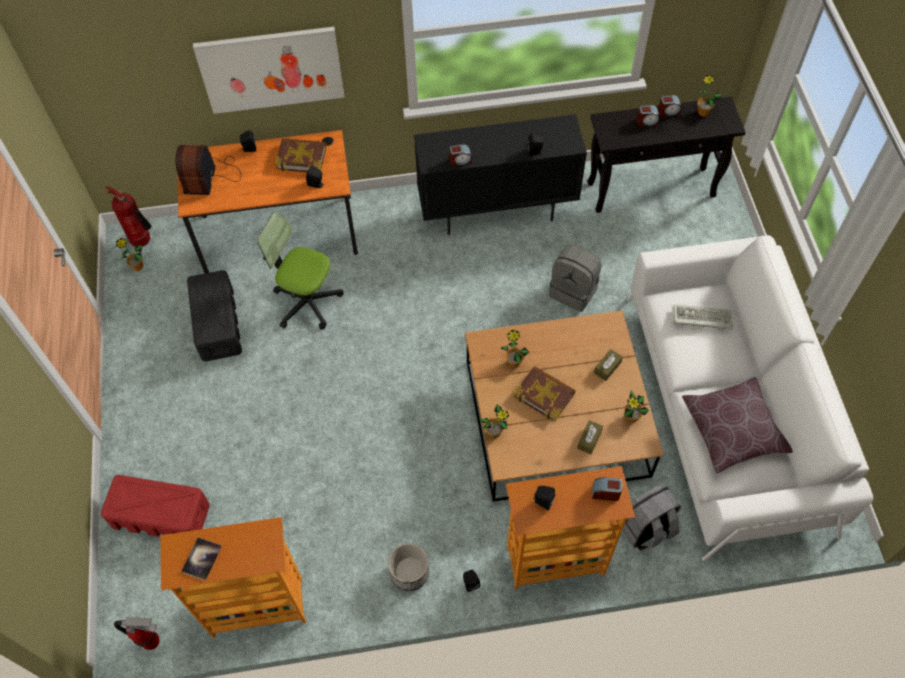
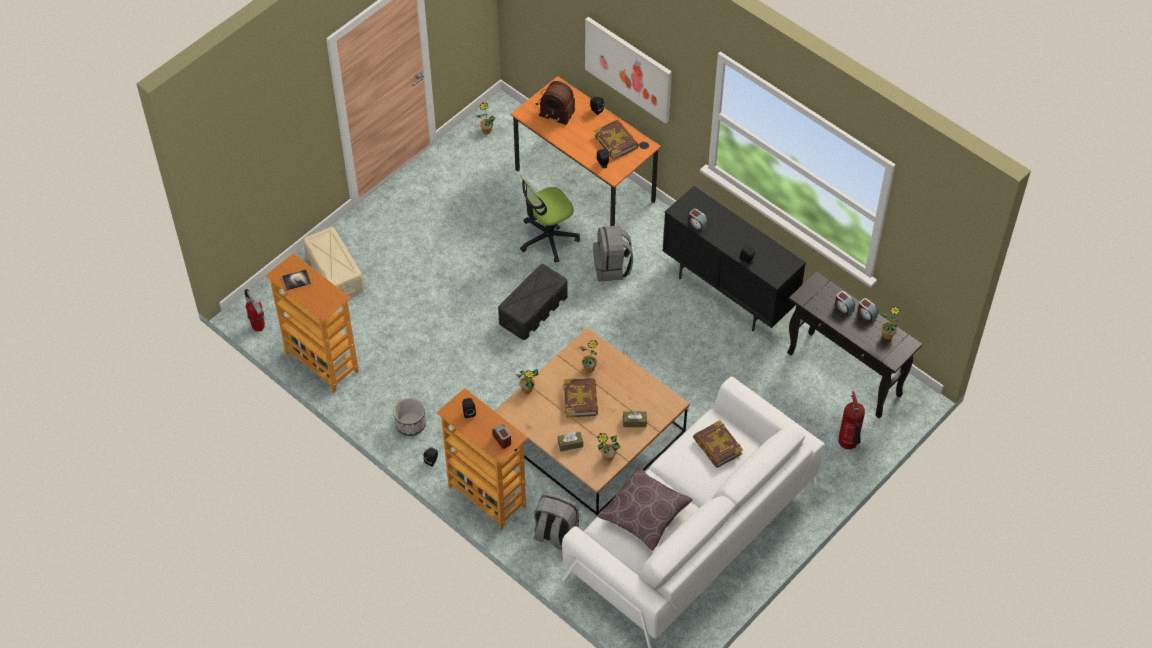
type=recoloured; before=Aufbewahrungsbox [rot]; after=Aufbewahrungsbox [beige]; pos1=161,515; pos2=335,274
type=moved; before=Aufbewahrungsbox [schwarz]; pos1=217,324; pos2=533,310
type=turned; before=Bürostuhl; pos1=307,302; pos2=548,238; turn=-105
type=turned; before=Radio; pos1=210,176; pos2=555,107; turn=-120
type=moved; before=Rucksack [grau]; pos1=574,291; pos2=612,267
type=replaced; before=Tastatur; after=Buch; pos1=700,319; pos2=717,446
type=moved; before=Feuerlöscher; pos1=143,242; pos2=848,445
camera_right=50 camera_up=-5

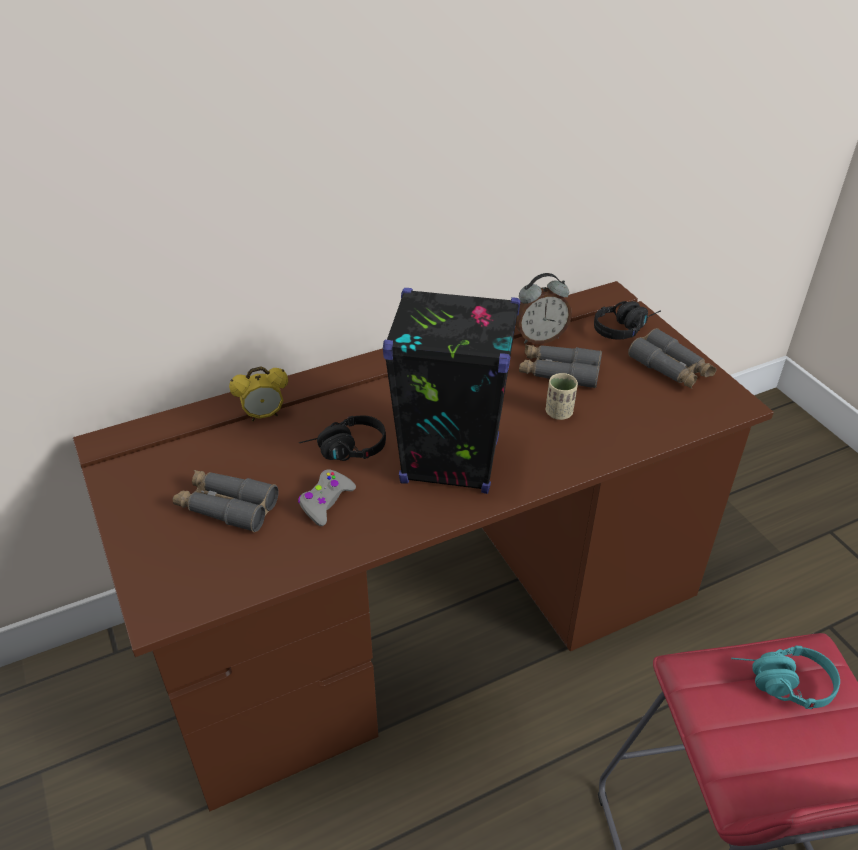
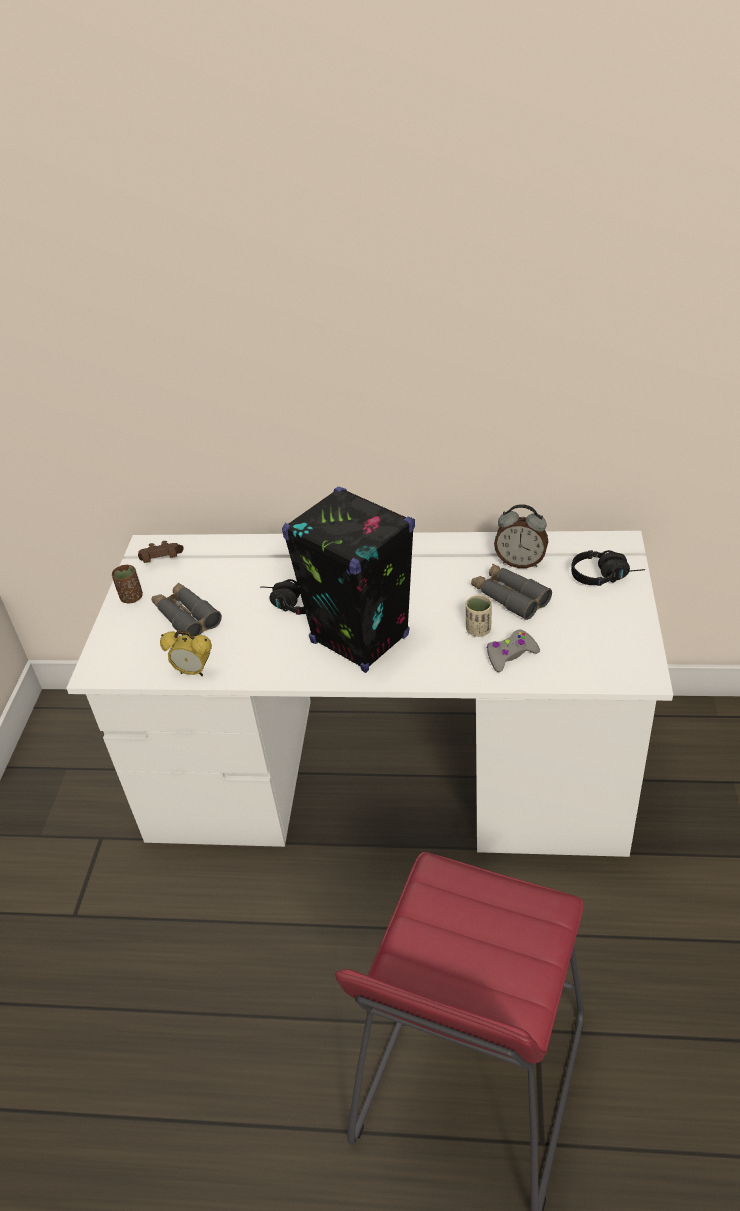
type=recoloured; before=Schreibtisch [braun]; after=Schreibtisch [weiß]; pos1=428,612; pos2=387,772
type=added; after=Tasse [braun]; pos2=131,597
type=added; after=Gamepad [braun]; pos2=161,561
type=moved; before=Wecker; pos1=264,416; pos2=193,671
type=moved; before=Gamepad [grau]; pos1=326,502; pos2=510,655
type=removed; before=Fernglas [grau]; pos1=670,368
type=removed; before=Kopfhörer [türkis]; pos1=780,684
camera_right=35 camera_up=0

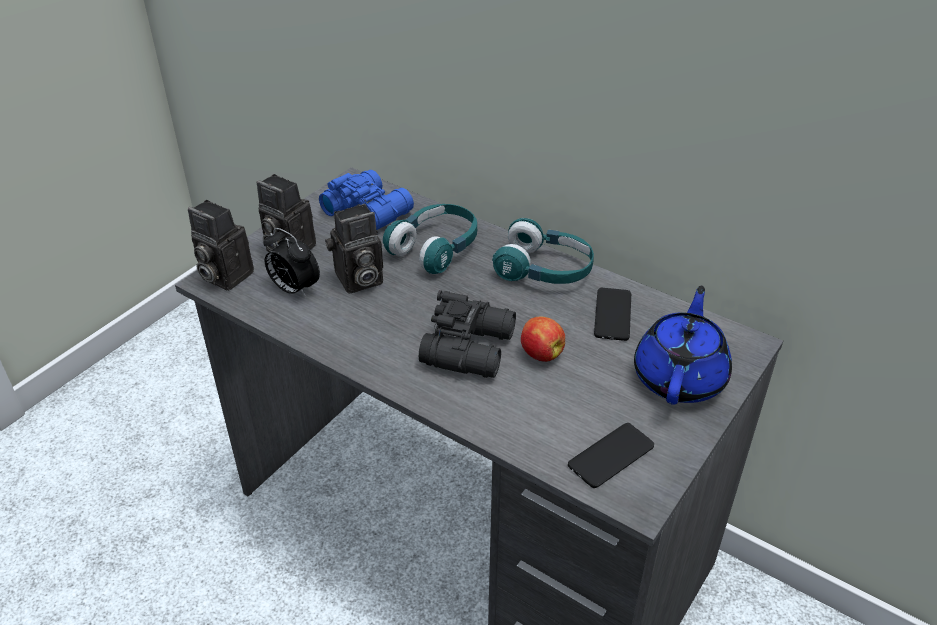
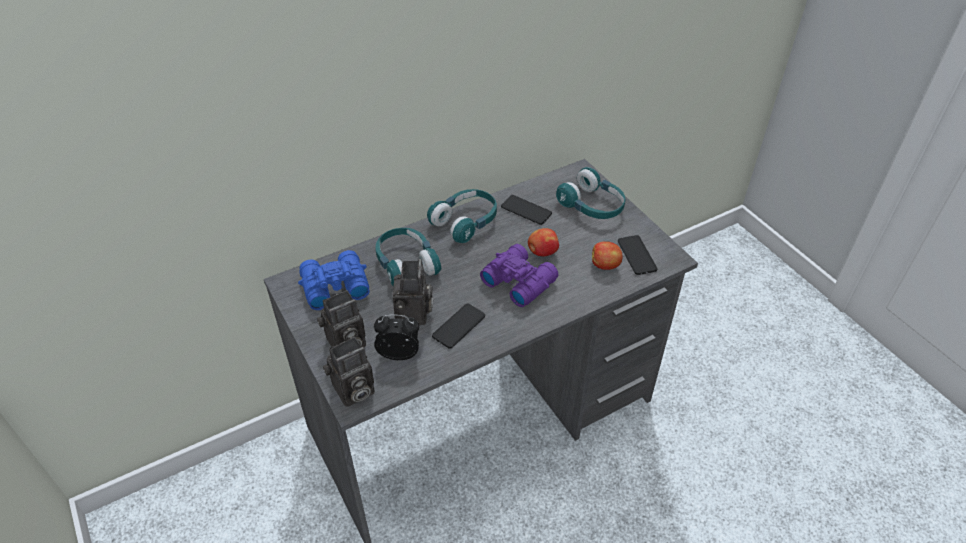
type=turned; before=Wecker; pos1=294,289; pos2=399,353; turn=-150
type=added; after=Handy; pos2=459,326
type=recoloured; before=Fernglas [schwarz]; after=Fernglas [lila]; pos1=471,347; pos2=518,280
type=replaced; before=Teekanne [blau]; after=Kopfhörer [türkis]; pos1=680,377; pos2=592,206
type=added; after=Apfel; pos2=605,265
camera_right=-65 camera_up=5

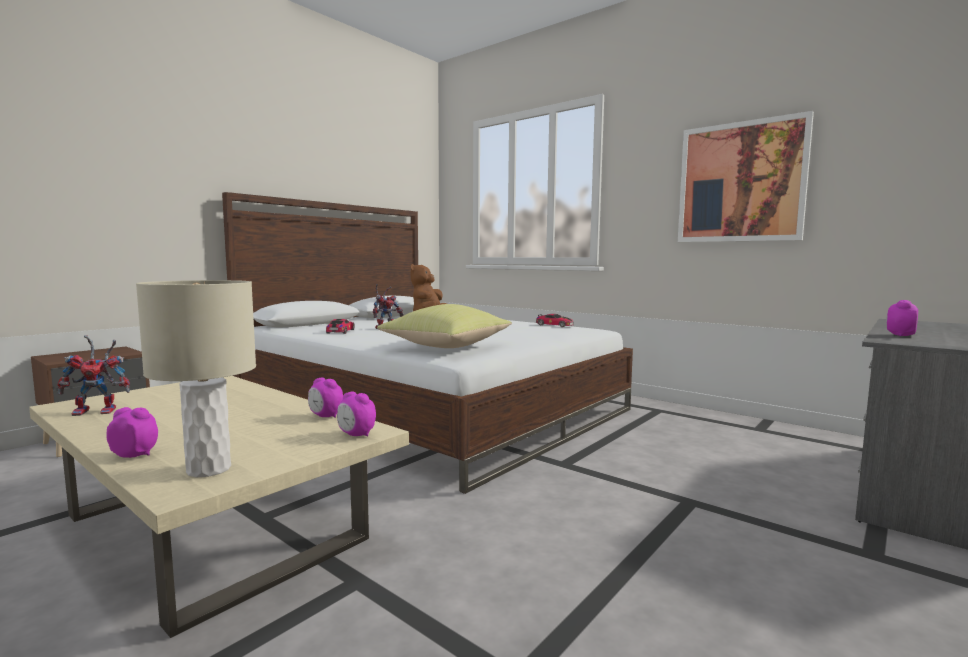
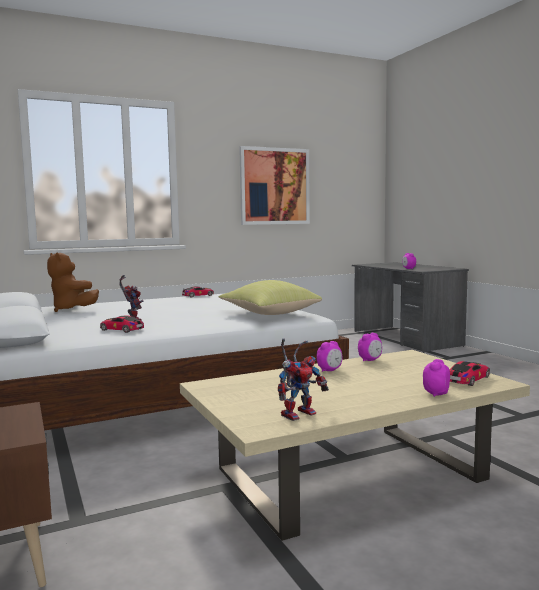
type=turned; before=Spielzeugroboter; pos1=100,411; pos2=299,413; turn=45
type=moved; before=Wecker; pos1=356,435; pos2=329,370
type=replaced; before=Tischlampe [beige]; after=Spielzeugauto; pos1=208,469; pos2=467,379
camera_right=-65 camera_up=0

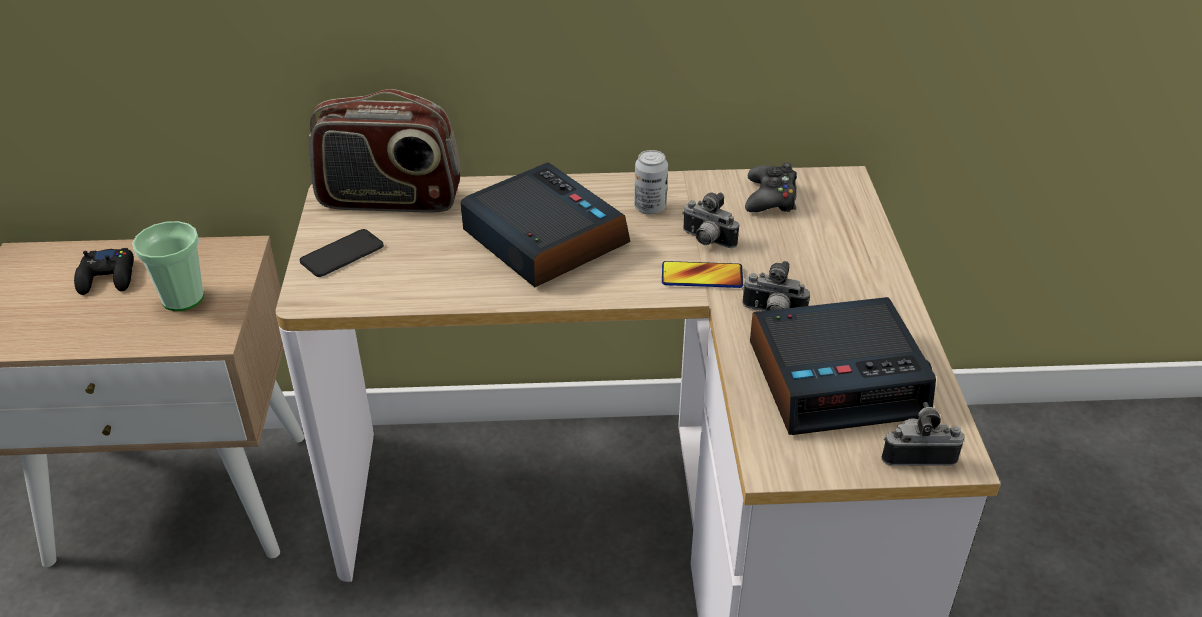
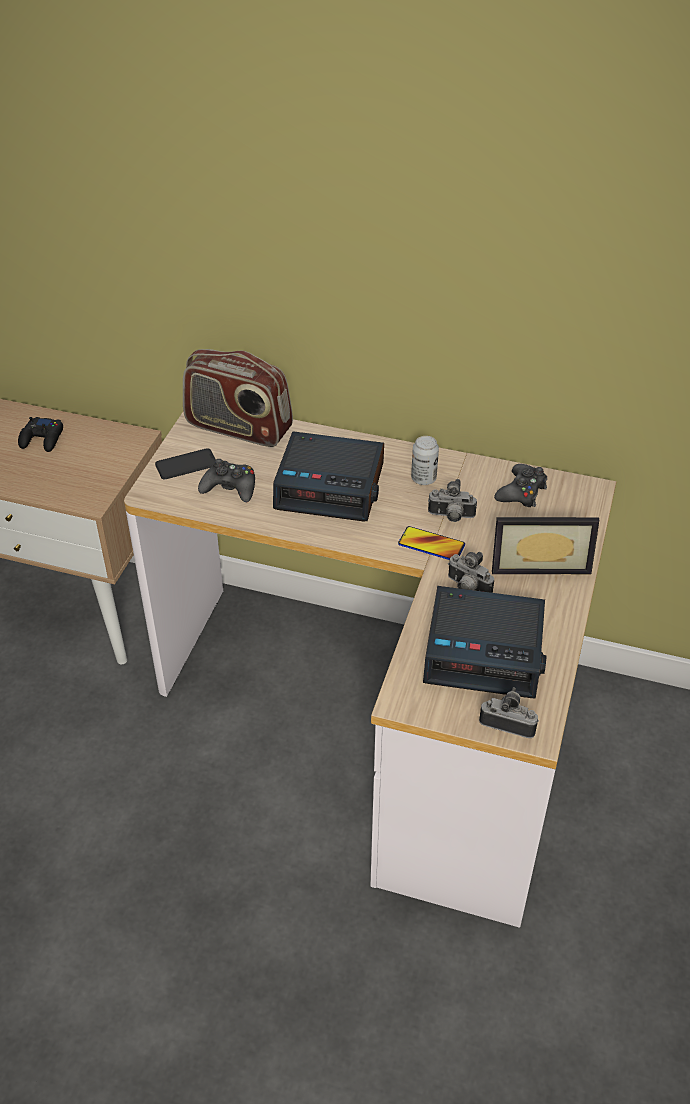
type=added; after=Gamepad [schwarz]; pos2=230,488
type=turned; before=Wecker; pos1=543,239; pos2=331,486; turn=120
type=turned; before=Kamera; pos1=706,241; pos2=451,517; turn=-45
type=added; after=Bilderrahmen; pos2=539,561
type=removed; before=Tasse; pos1=182,298
camera_right=20 camera_up=5

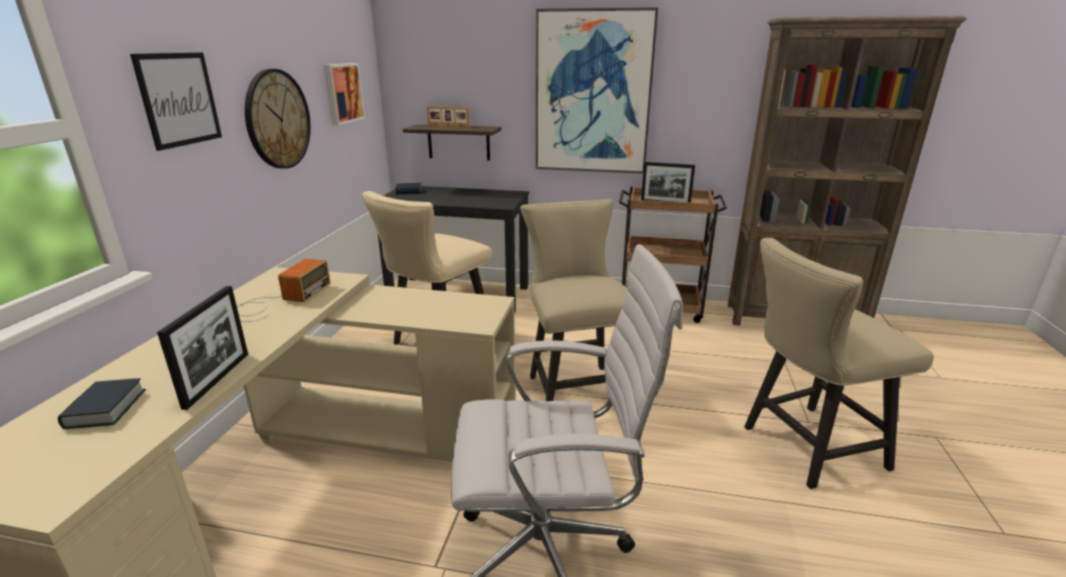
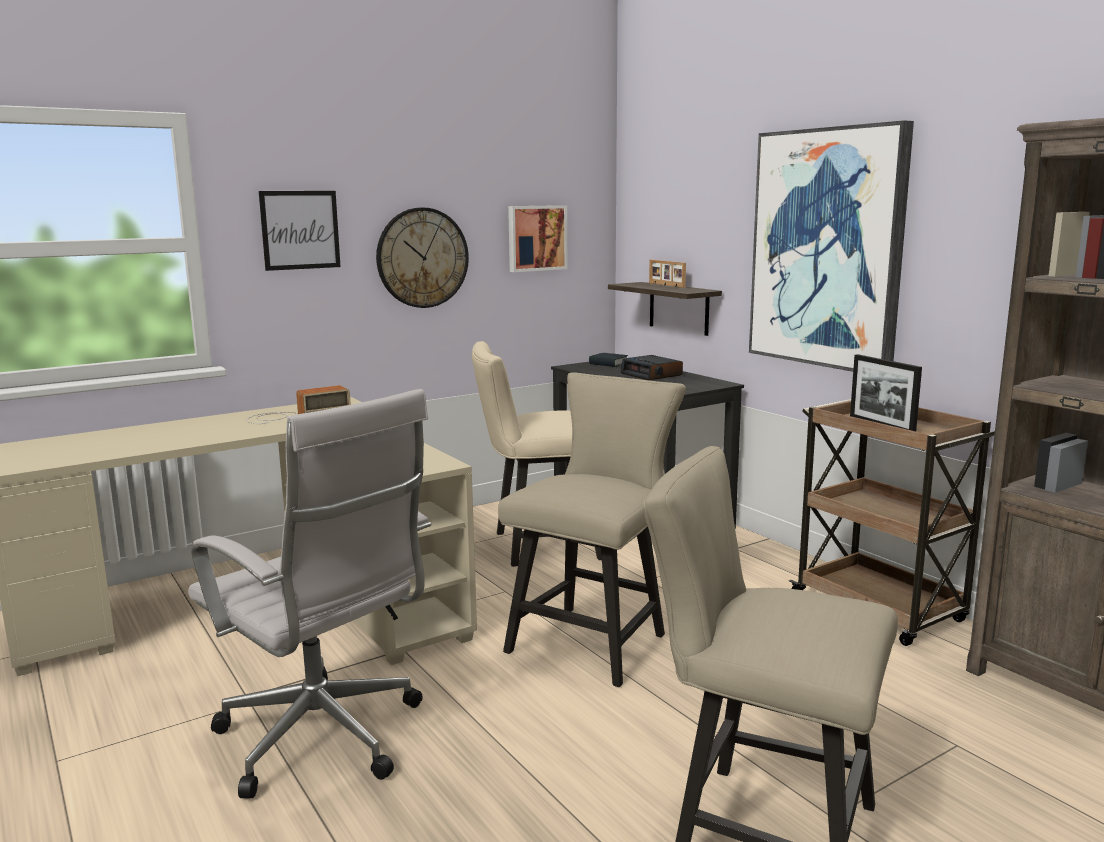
type=added; after=Wecker; pos2=652,374
type=removed; before=Buch; pos1=105,409
type=removed; before=Bilderrahmen; pos1=217,379
camera_right=45 camera_up=-10

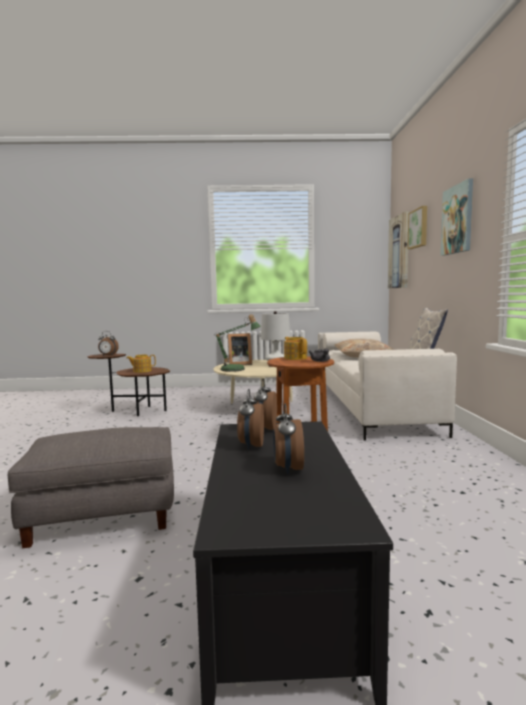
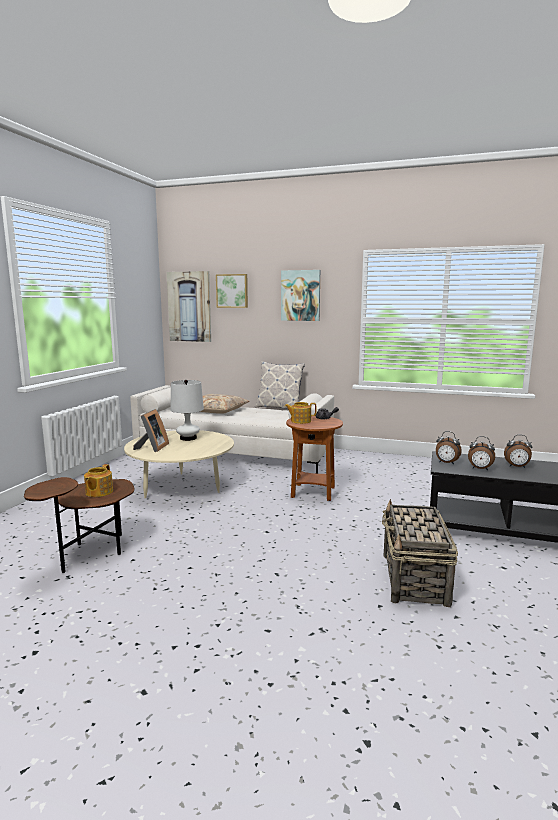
type=replaced; before=Polsterhocker [grau]; after=Korb; pos1=102,514; pos2=414,579
type=removed; before=Wecker; pos1=108,355
type=removed; before=Tischlampe; pos1=236,369
camera_right=-70 camera_up=5

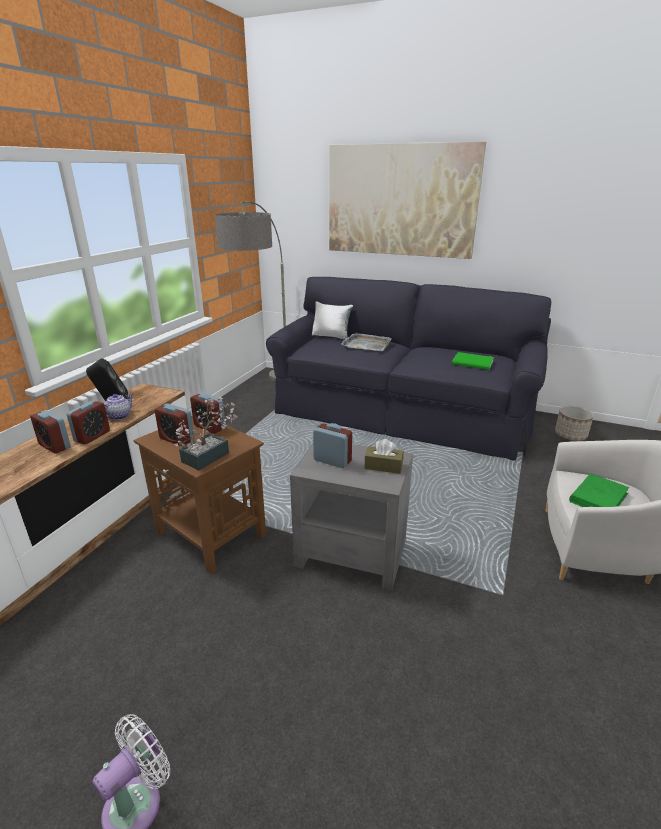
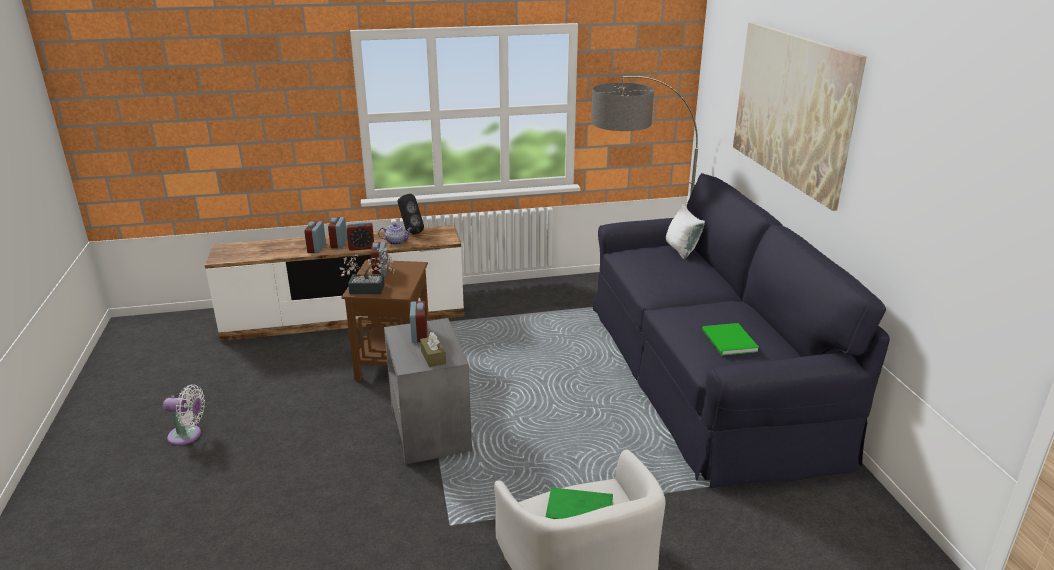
type=moved; before=Wecker; pos1=209,427; pos2=316,248
type=removed; before=Tablett [grau]; pos1=366,344
type=removed; before=Pflanzkübel; pos1=570,435
camera_right=55 camera_up=0

